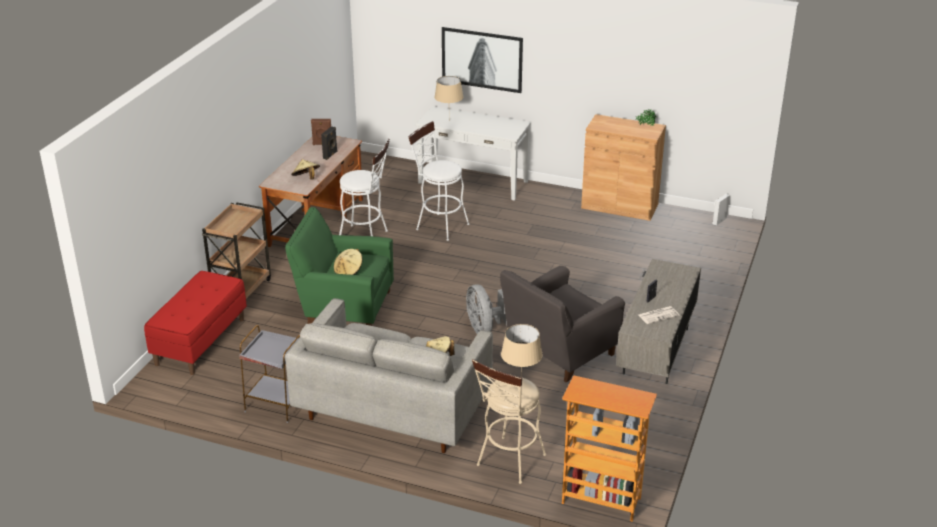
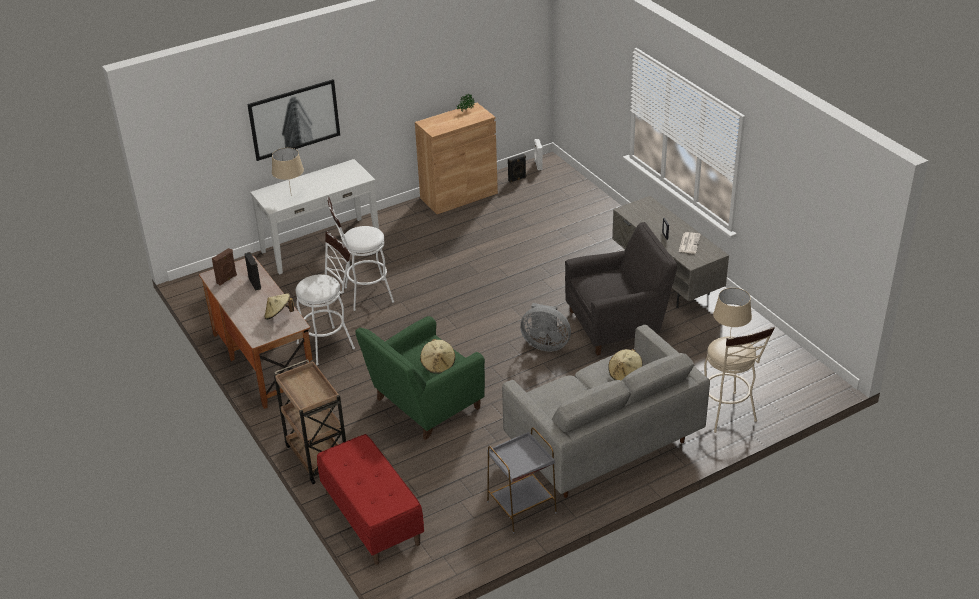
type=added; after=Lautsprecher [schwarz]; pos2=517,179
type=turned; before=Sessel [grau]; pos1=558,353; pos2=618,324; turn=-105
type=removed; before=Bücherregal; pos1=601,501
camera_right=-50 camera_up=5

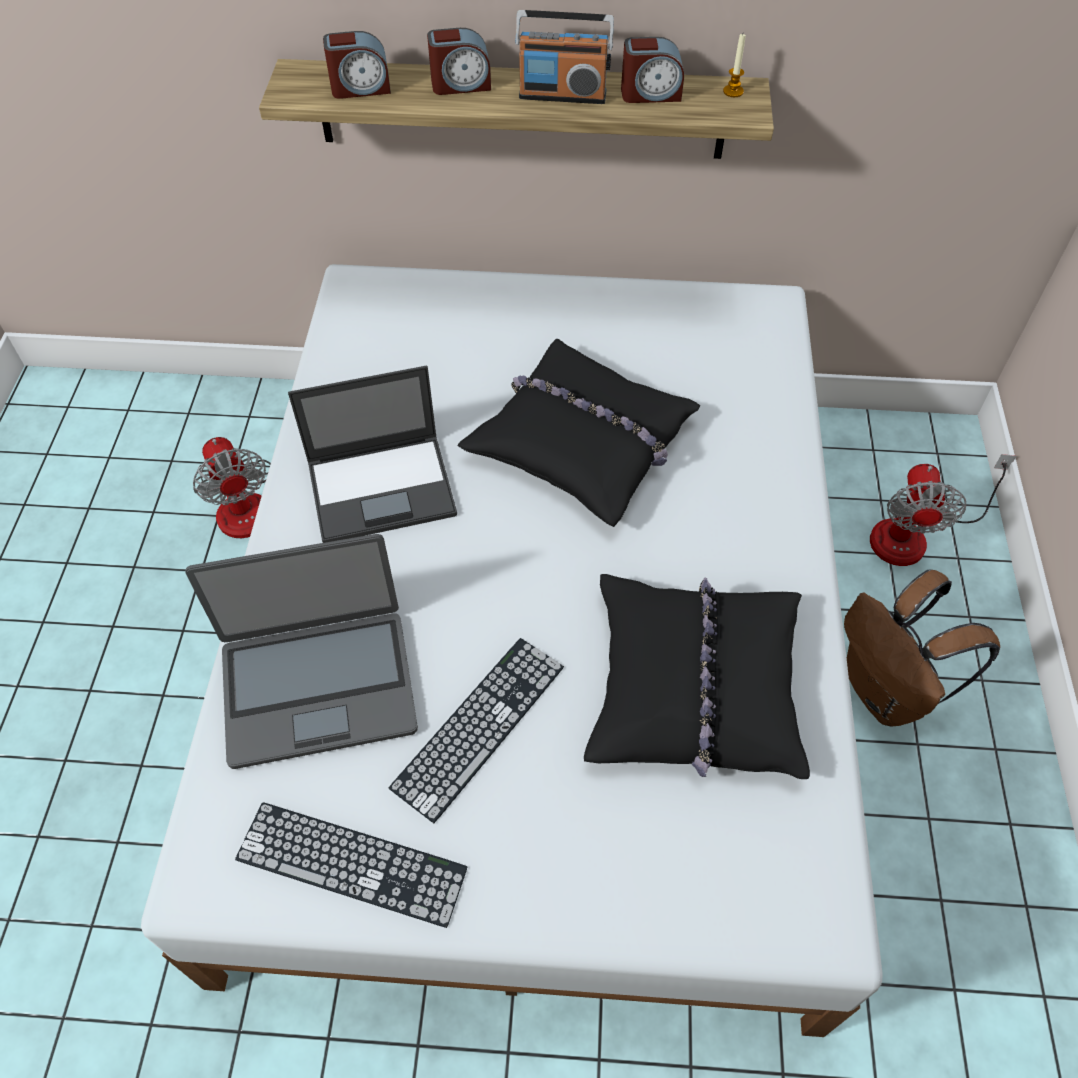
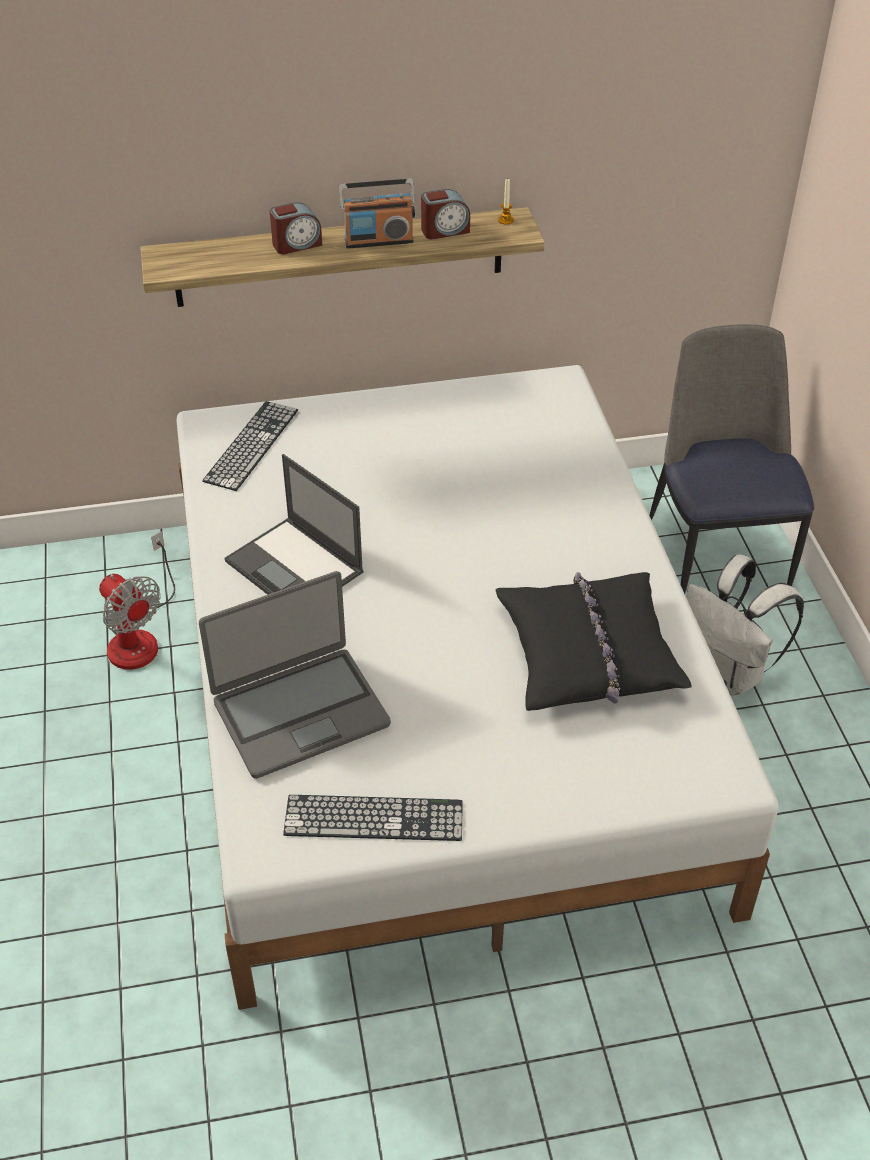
type=moved; before=Tastatur; pos1=479,726; pos2=251,445
type=turned; before=Laptop; pos1=383,487; pos2=295,567; turn=75
type=replaced; before=Ventilator; after=Stuhl; pos1=914,534; pos2=716,553
type=recoloured; before=Rucksack [braun]; after=Rucksack [weiß]; pos1=886,692; pos2=728,673
type=removed; before=Wecker; pos1=360,88
type=removed; before=Kissen [schwarz]; pos1=582,442
camera_right=-15 camera_up=-10

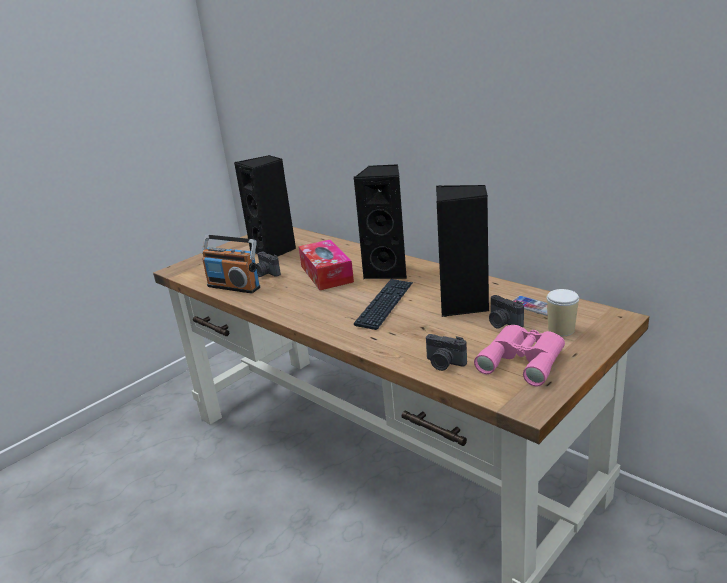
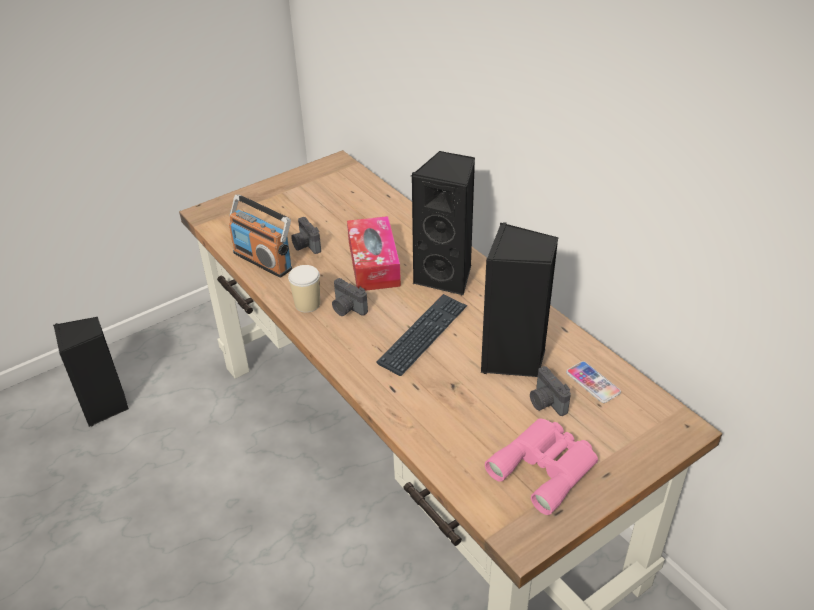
type=moved; before=Lautsprecher [schwarz]; pos1=274,251; pos2=105,407
type=moved; before=Tasse; pos1=561,330; pos2=307,304
type=moved; before=Kamera; pos1=444,364; pos2=347,309
camera_right=10 camera_up=15

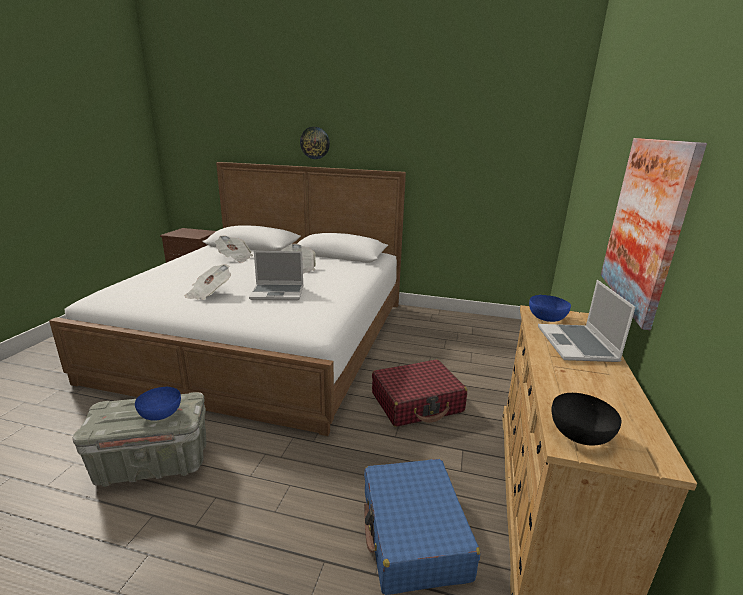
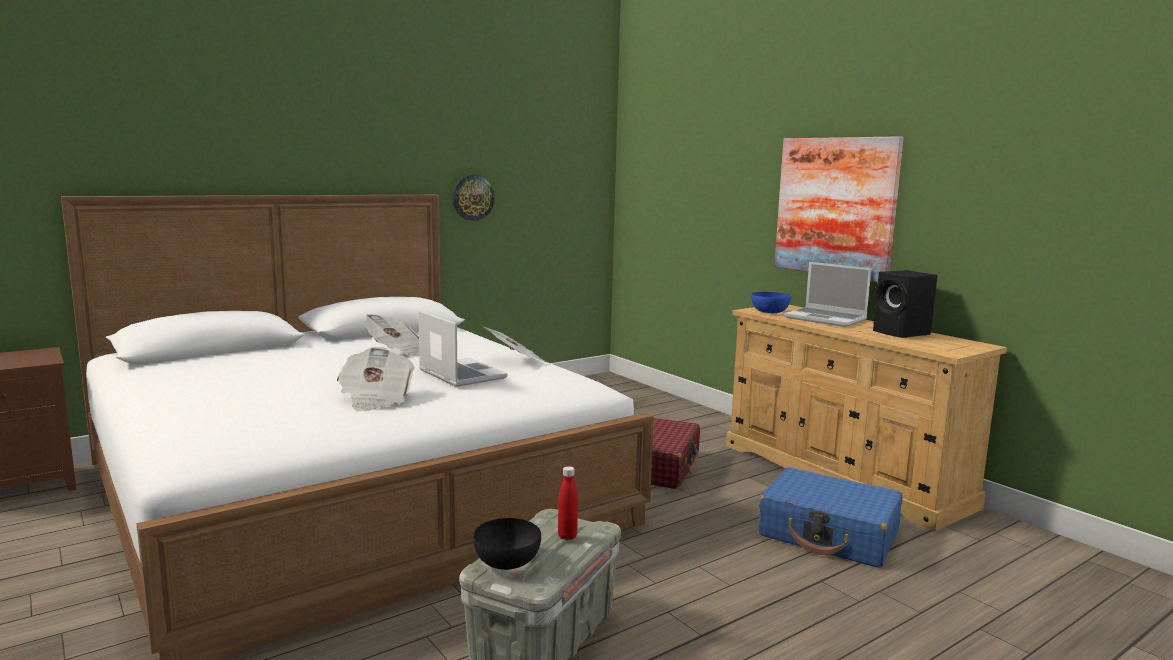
type=turned; before=Laptop; pos1=278,293; pos2=460,374; turn=-75
type=moved; before=Wanduhr; pos1=315,143; pos2=472,197
type=moved; before=Schüssel [schwarz]; pos1=581,434; pos2=508,561
type=moved; before=Zeitung; pos1=235,258; pos2=515,361
type=replaced; before=Schüssel [blau]; after=Flasche [rot]; pos1=160,414; pos2=567,536
type=added; after=Lautsprecher [schwarz]; pos2=902,333
camera_right=-50 camera_up=-10

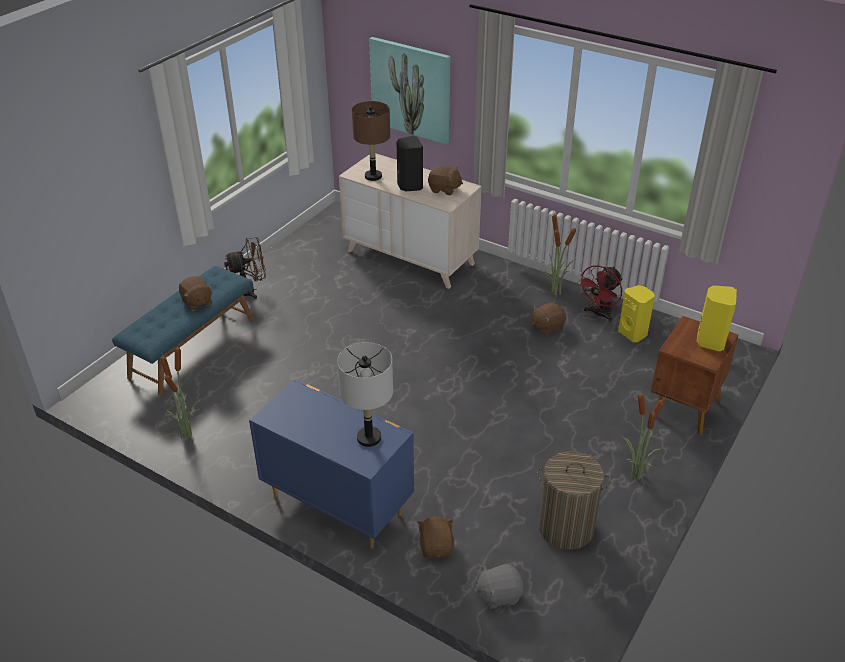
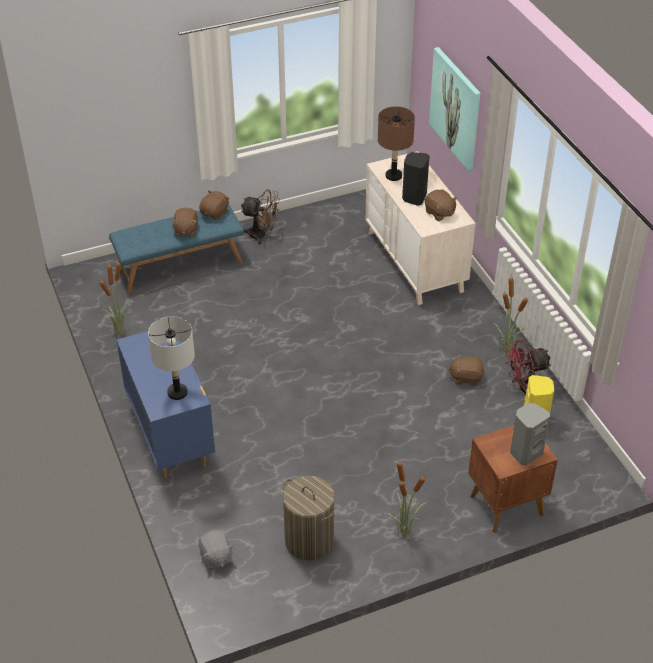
type=moved; before=Plüschtier [braun]; pos1=436,547; pos2=215,213
type=turned; before=Plüschtier [grau]; pos1=498,594; pos2=216,557; turn=-135
type=recoloured; before=Lautsprecher [gelb]; after=Lautsprecher [grau]; pos1=710,341; pos2=525,452
camera_right=35 camera_up=5

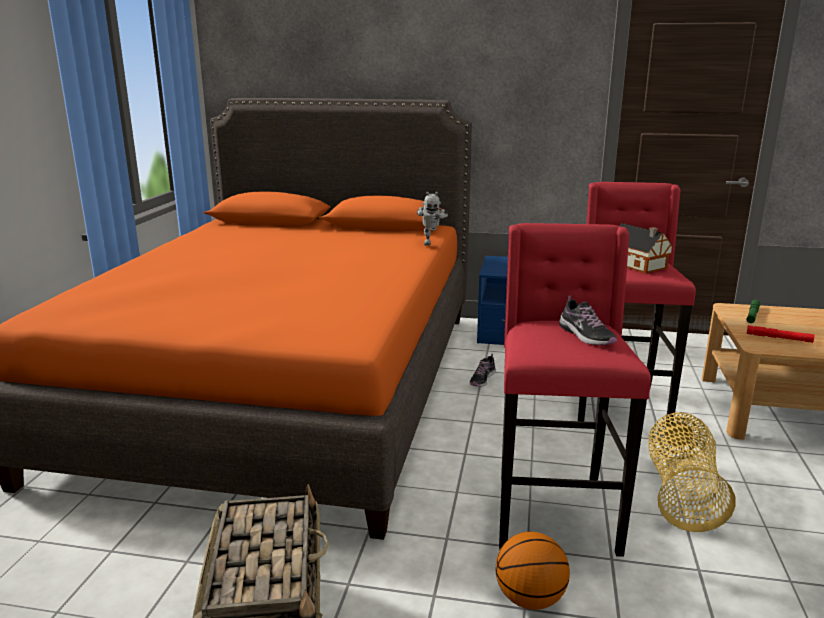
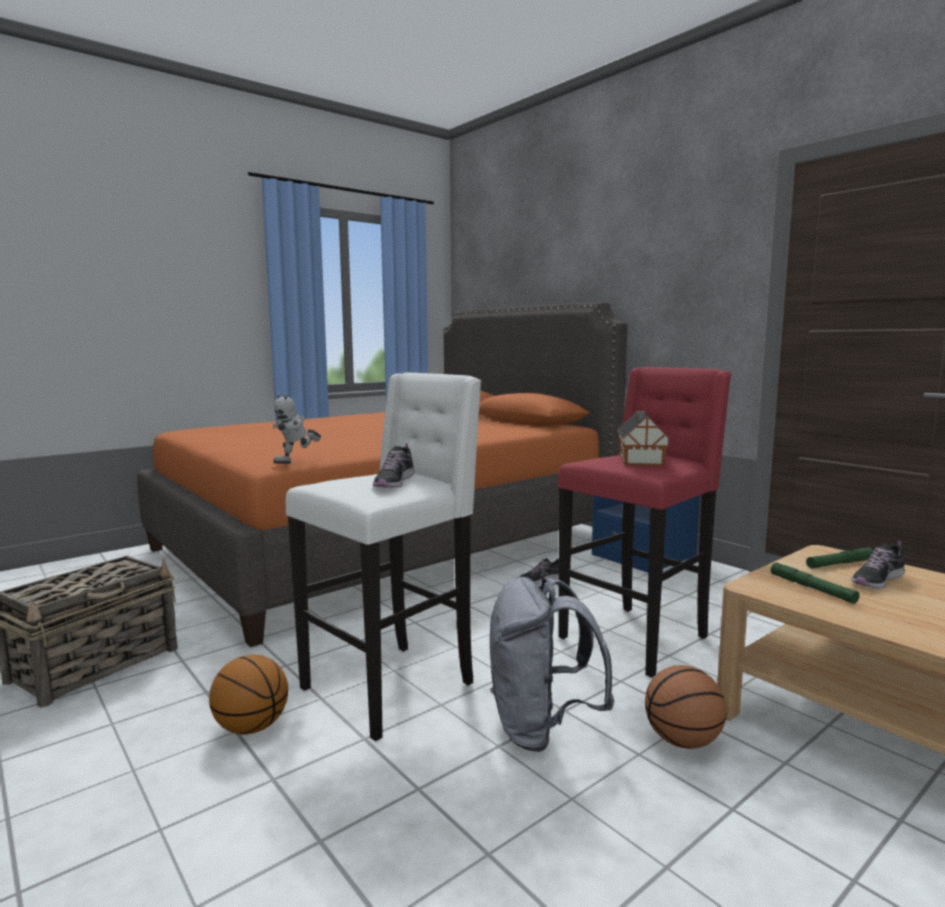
type=moved; before=Spielzeugroboter; pos1=430,243; pos2=296,463
type=recoloured; before=Hocker [rot]; after=Hocker [weiß]; pos1=553,512; pos2=392,686
type=replaced; before=Korb; after=Rucksack [grau]; pos1=682,493; pos2=541,728
type=added; after=Basketball; pos2=682,741
type=recoloured; before=Taschenlampe [rot]; after=Taschenlampe [grün]; pos1=779,338; pos2=812,588
type=added; after=Schuh; pos2=877,580
camera_right=40 camera_up=-10

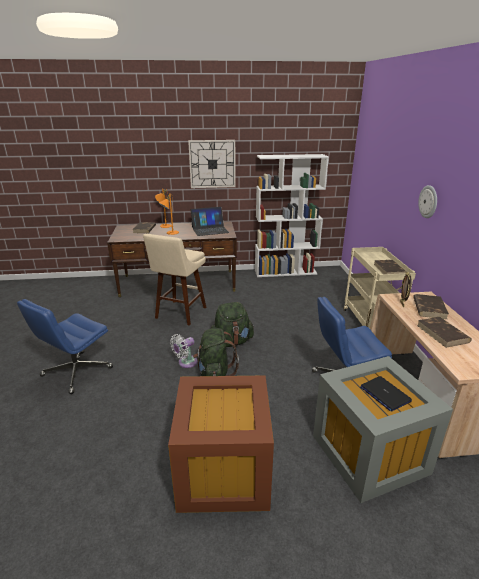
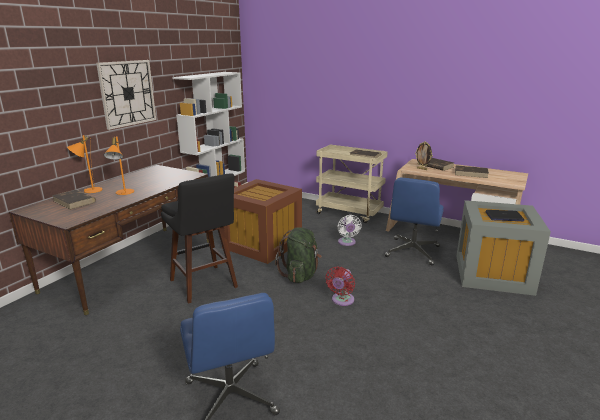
type=recoloured; before=Hocker [beige]; after=Hocker [schwarz]; pos1=179,314; pos2=205,285
type=moved; before=Aufbewahrungsbox [braun]; pos1=225,470; pos2=262,244
type=replaced; before=Rucksack [grün]; after=Ventilator [rot]; pos1=215,373; pos2=341,300
type=moved; before=Ventilator [weiß]; pos1=186,363; pos2=347,243
type=removed; before=Laptop; pos1=210,230
type=removed; before=Wanduhr; pos1=428,201
camera_right=-55 camera_up=-5

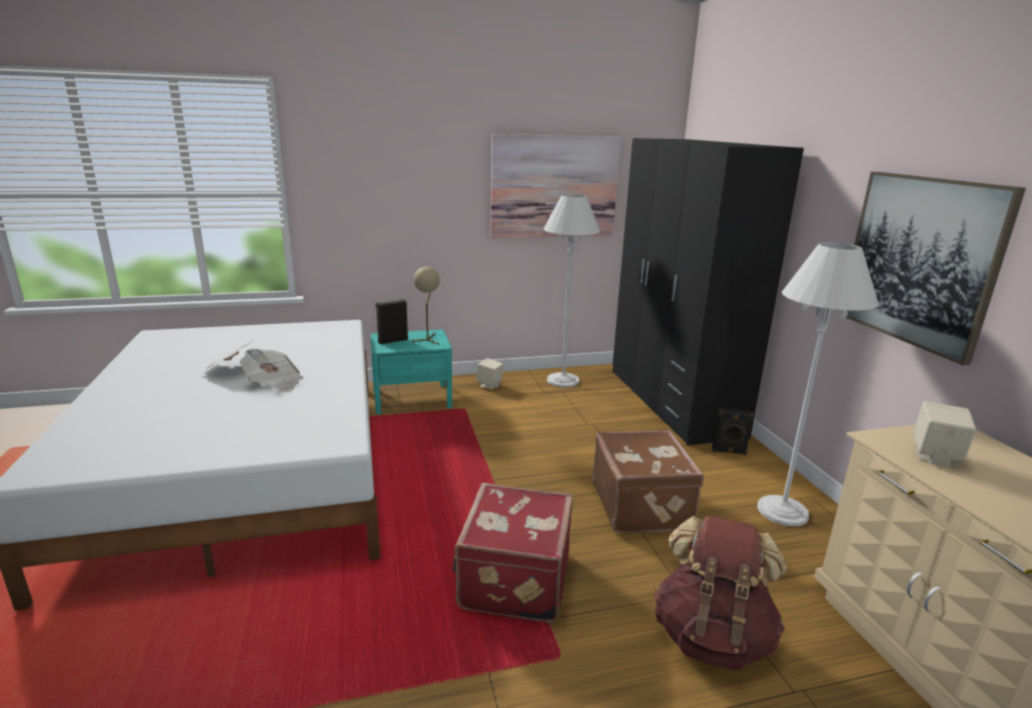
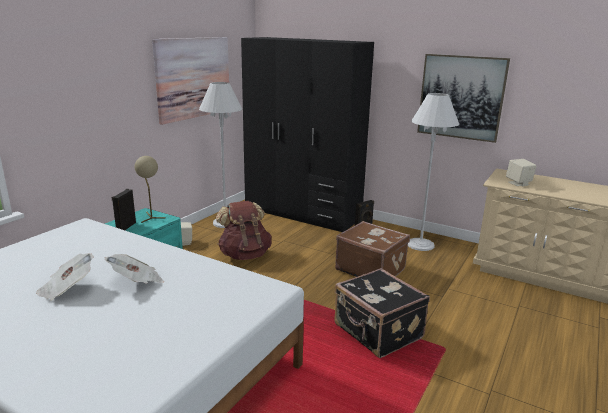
type=moved; before=Rucksack [braun]; pos1=712,637; pos2=244,255
type=recoloured; before=Koffer [rot]; after=Koffer [schwarz]; pos1=513,580; pos2=377,332
camera_right=-45 camera_up=0

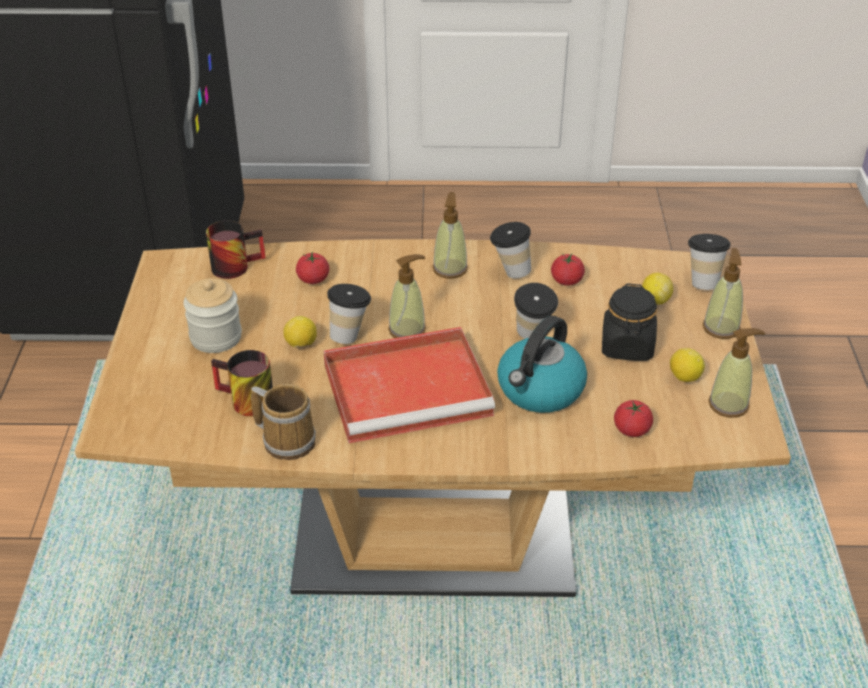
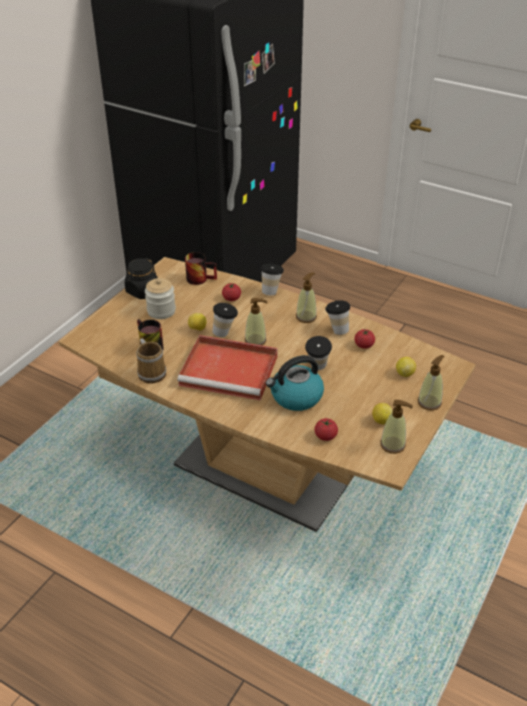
type=moved; before=Vorratsglas [schwarz]; pos1=627,347; pos2=142,291
type=moved; before=Tasse; pos1=702,281; pos2=271,291
camera_right=30 camera_up=0

